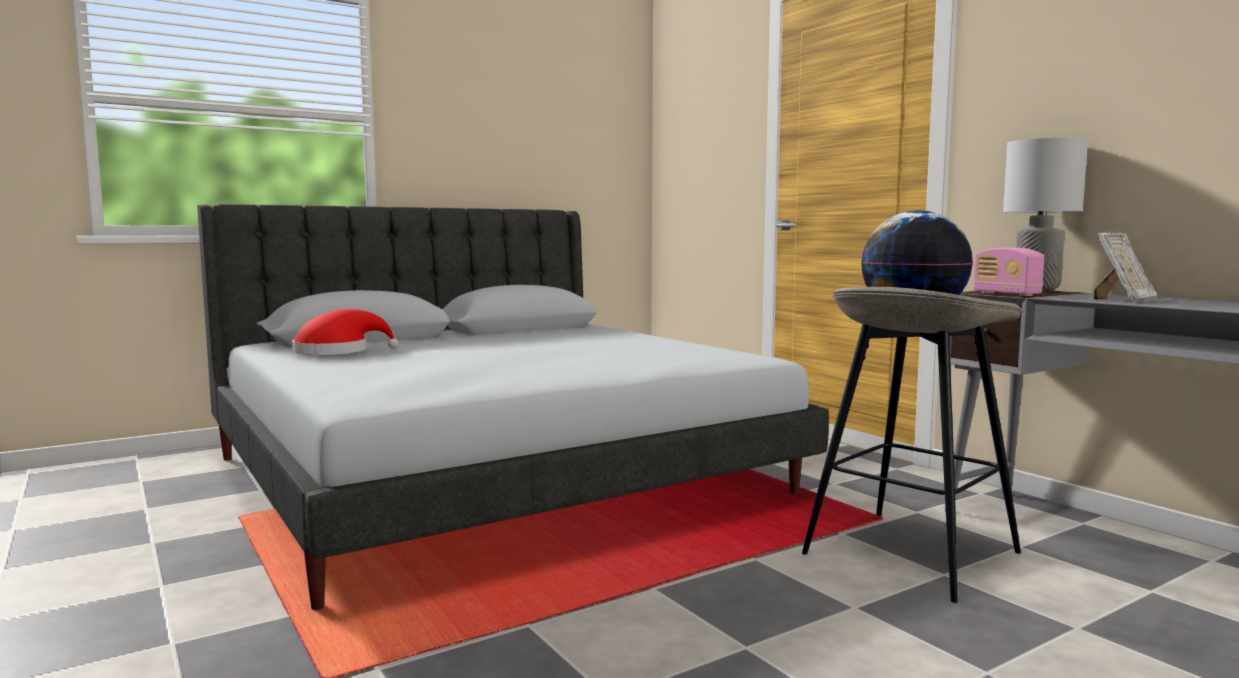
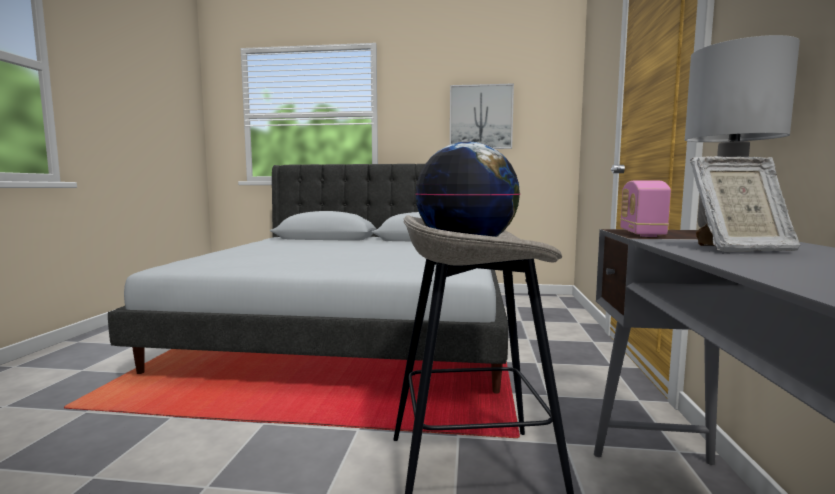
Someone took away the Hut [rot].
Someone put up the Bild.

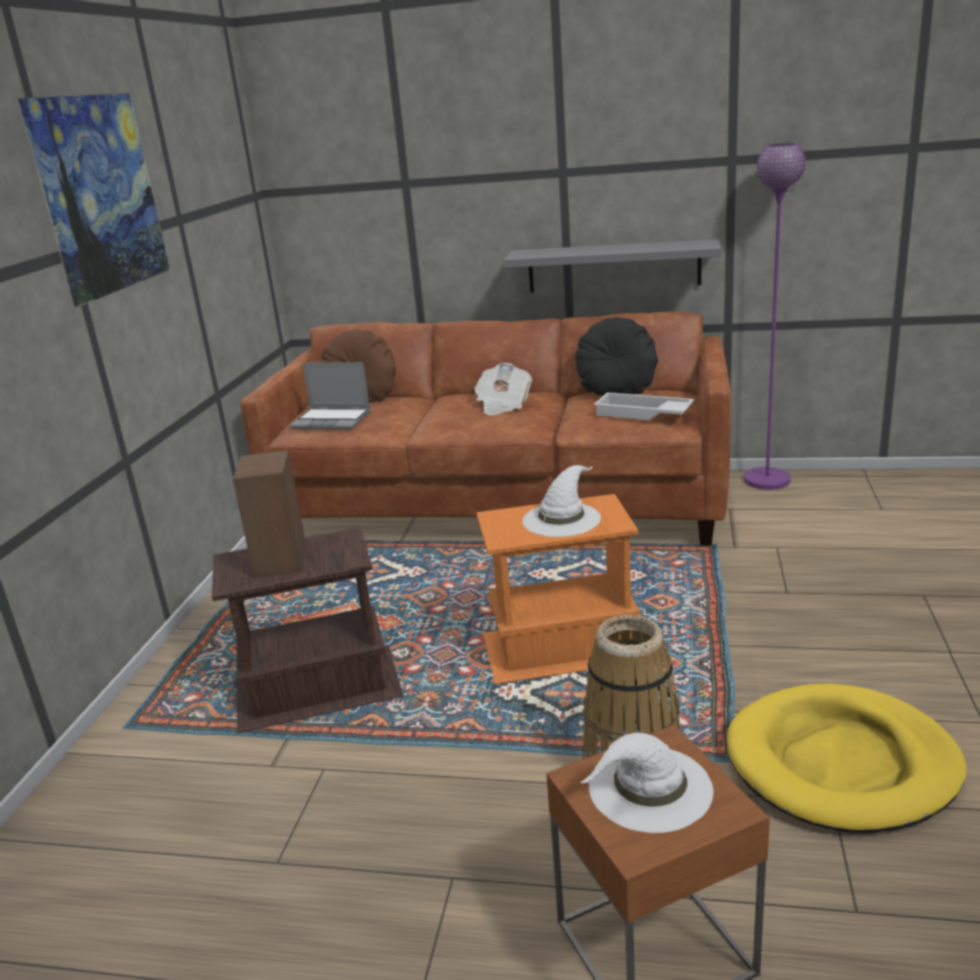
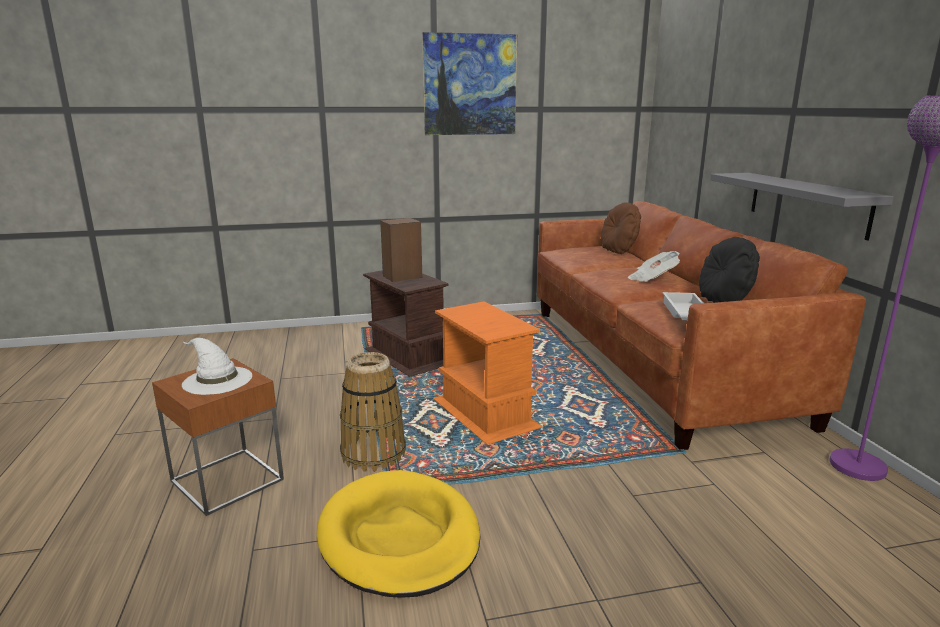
Someone took away the Laptop.
Someone took away the Hut [weiß] (no. 1 from left).

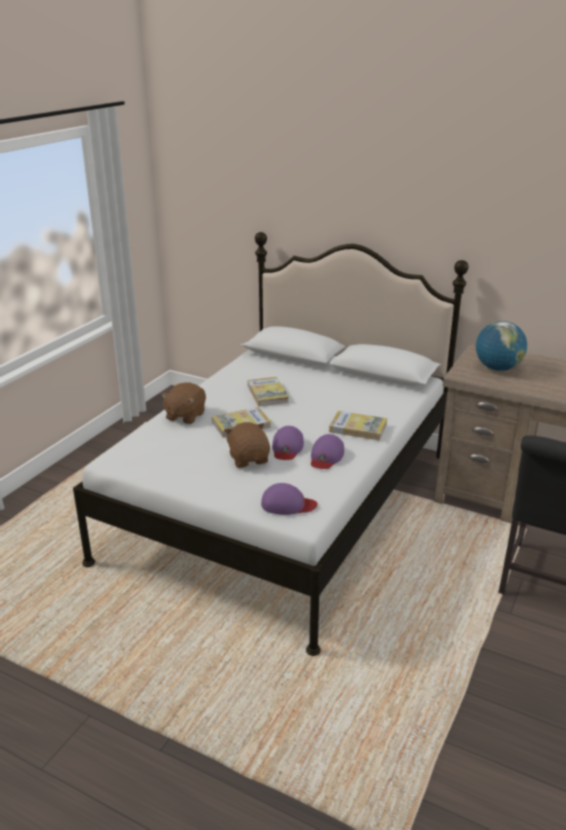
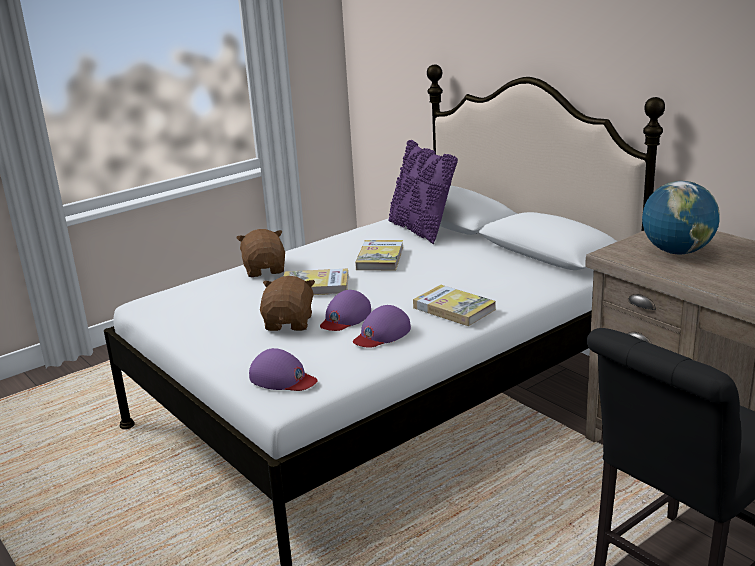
Someone rotated the Plüschtier [braun] (no. 1 from left) by 120 degrees clockwise.
Someone put down the Kissen [lila].

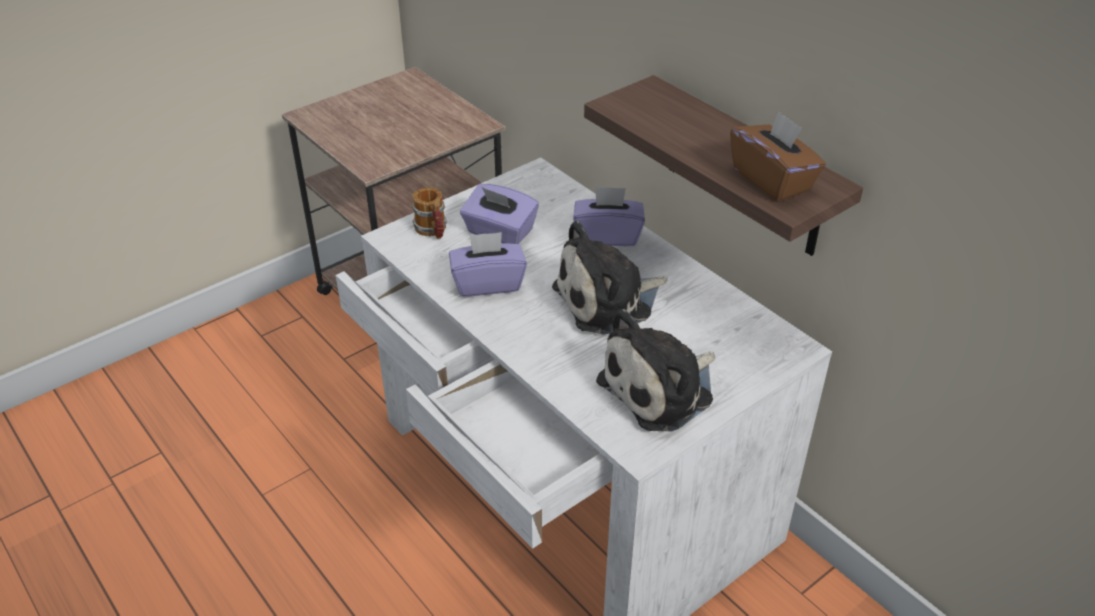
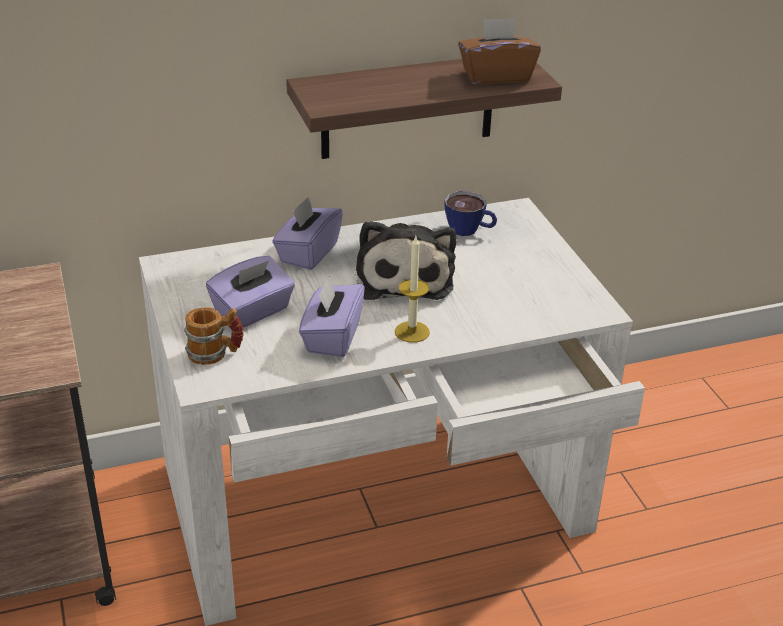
Someone took away the Plüschtier (no. 2 from left).
Someone put down the Tasse.
Someone put down the Kerze.

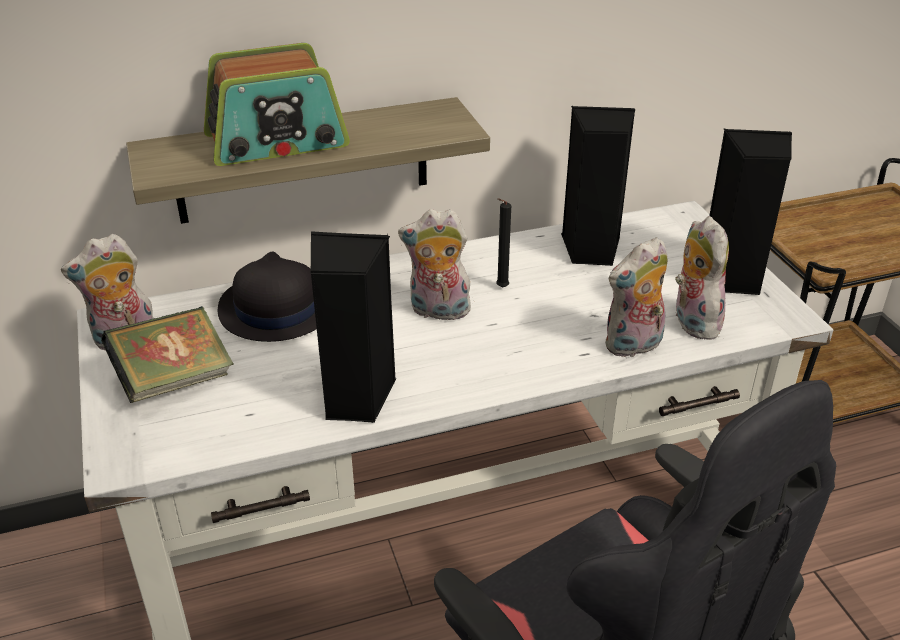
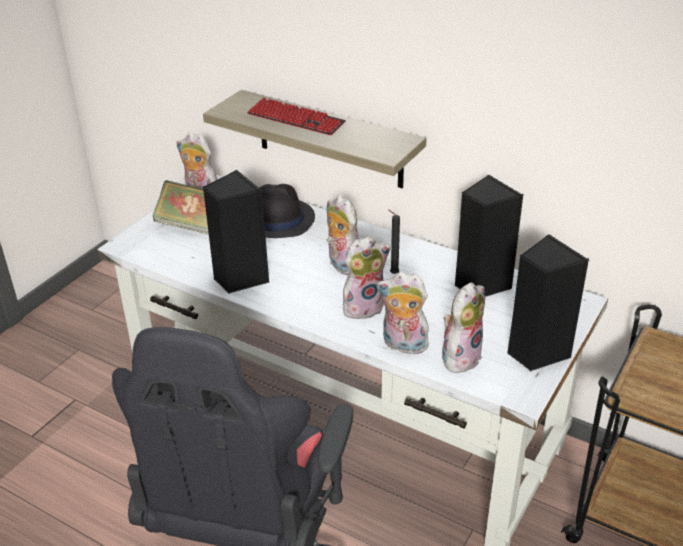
Someone swapped the Radio for the Tastatur.
Someone put down the Plüschtier (no. 3 from left).

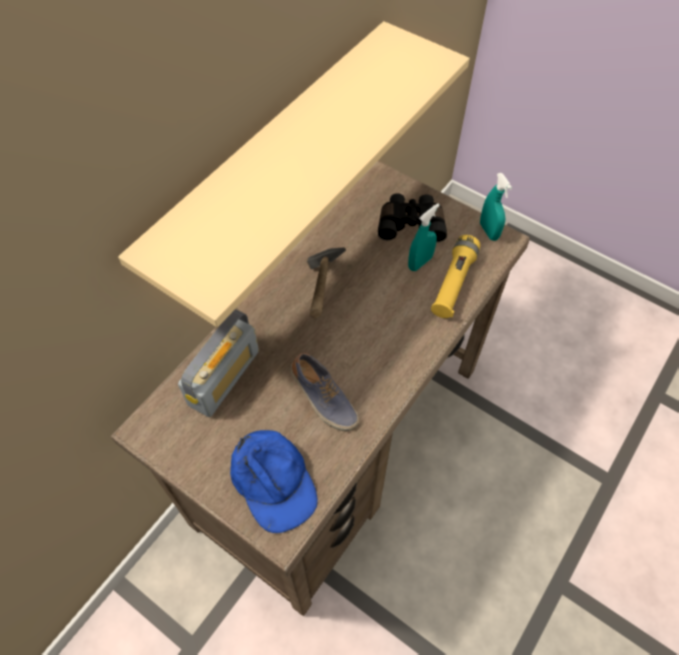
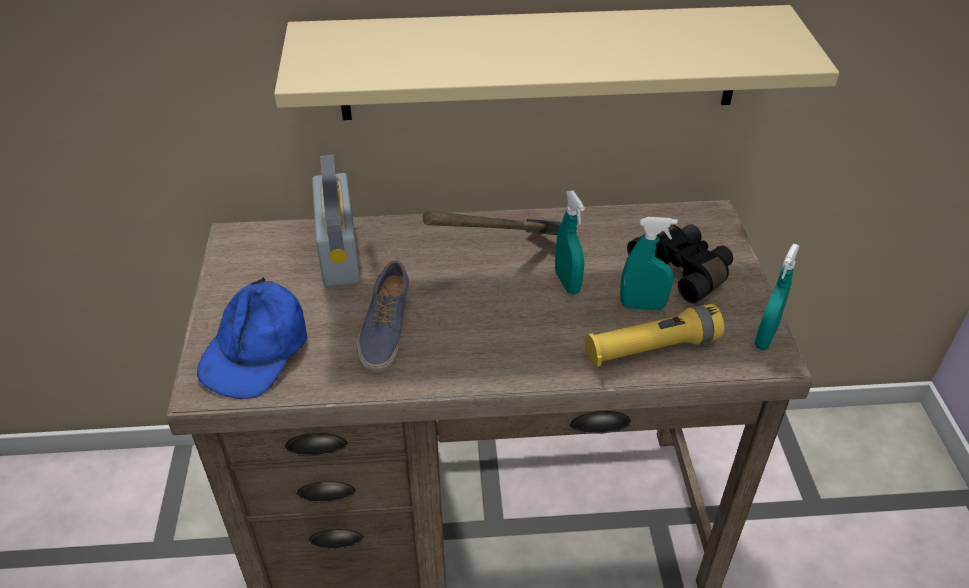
Someone rotated the Radio by 90 degrees counterclockwise.
Someone put down the Sprühflasche [türkis] (no. 1 from left).

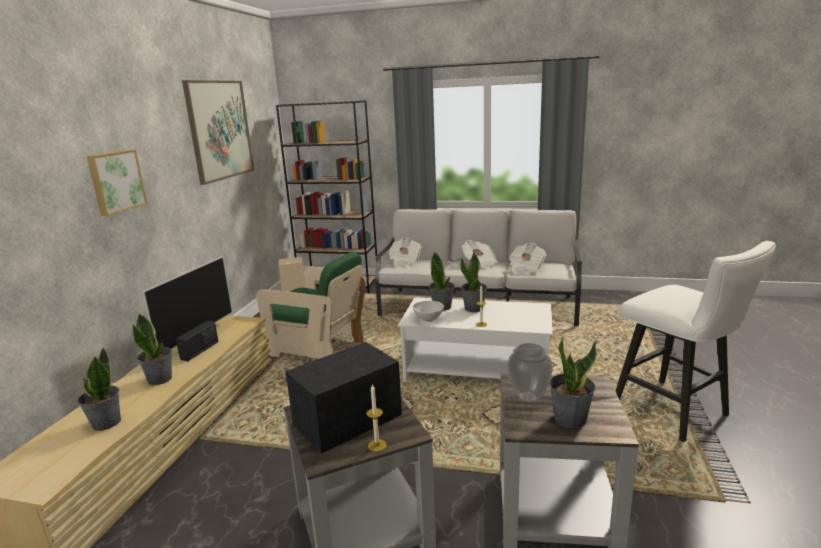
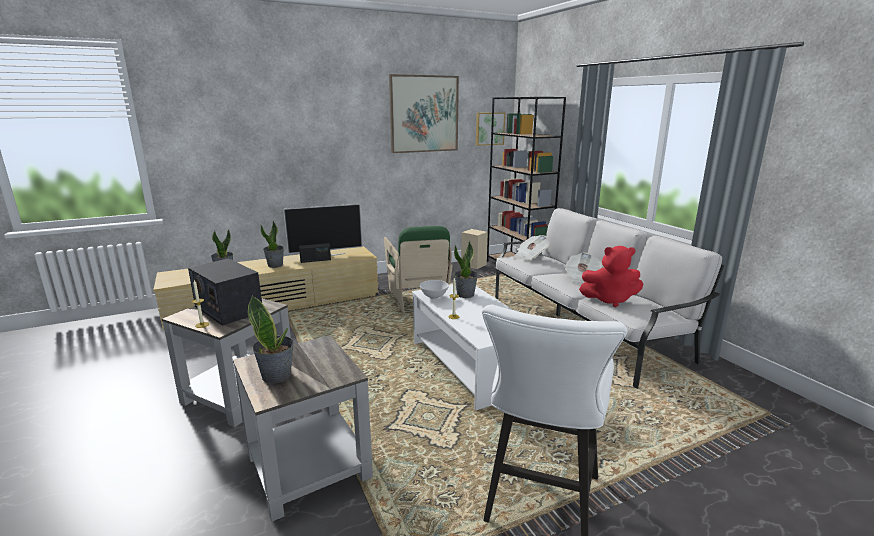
Someone carried the Bild (no. 1 from left in the first image).
Someone swapped the Zeitung (no. 3 from left) for the Plüschtier [rot].
Someone took away the Topfpflanze (no. 4 from left).
Someone rotated the Radio (no. 2 from left in the first image) by 150 degrees counterclockwise.
Someone took away the Vase.

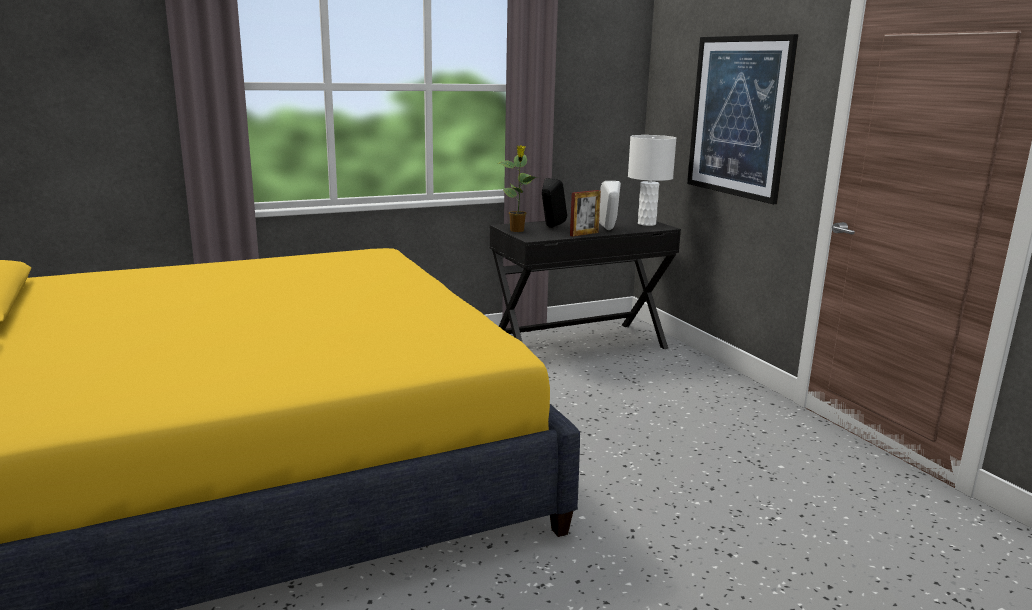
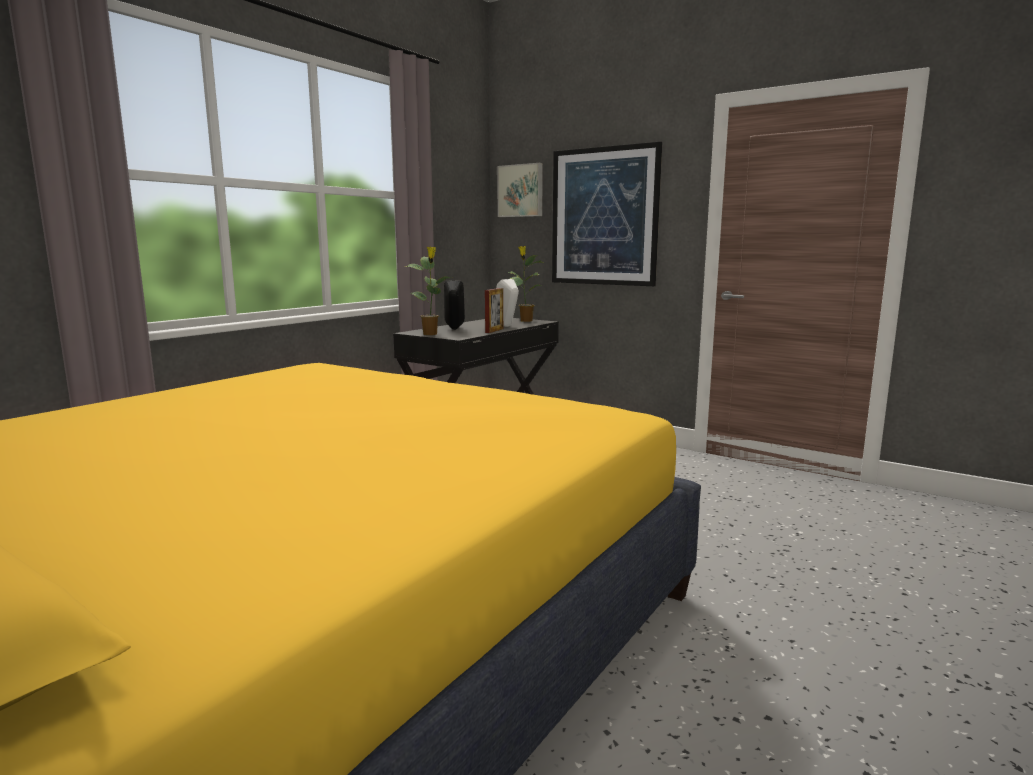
Someone swapped the Tischlampe [weiß] for the Topfpflanze (no. 2 from left).
Someone put up the Bild (no. 1 from left).

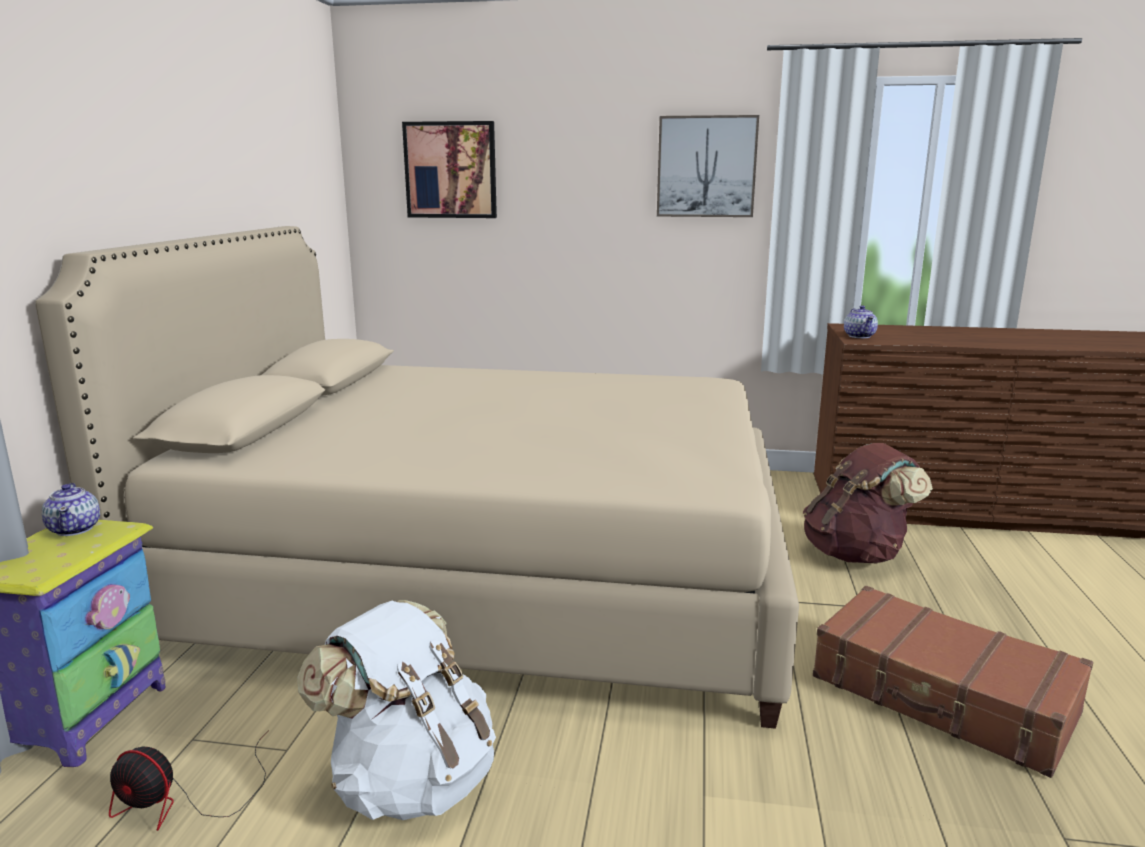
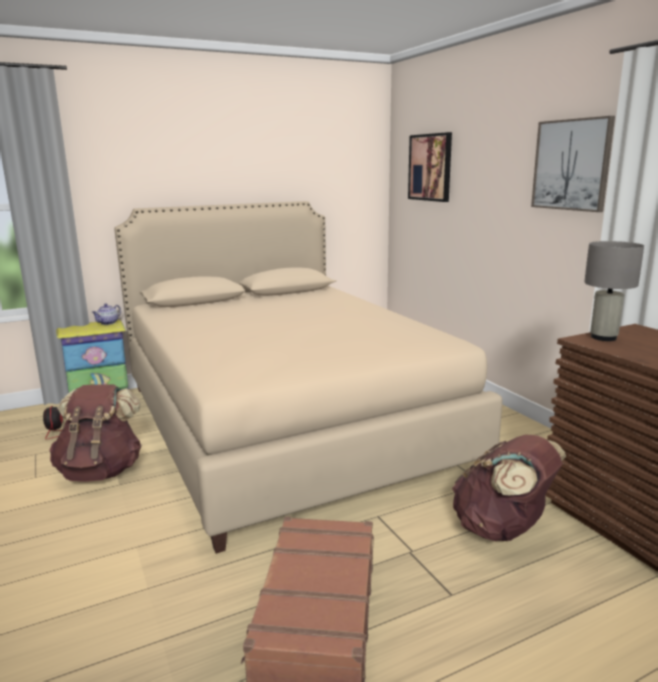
Someone swapped the Teekanne (no. 2 from left) for the Tischlampe [grau].
Someone repainted the Rucksack [weiß], which became the Rucksack [braun] (no. 1 from left).

